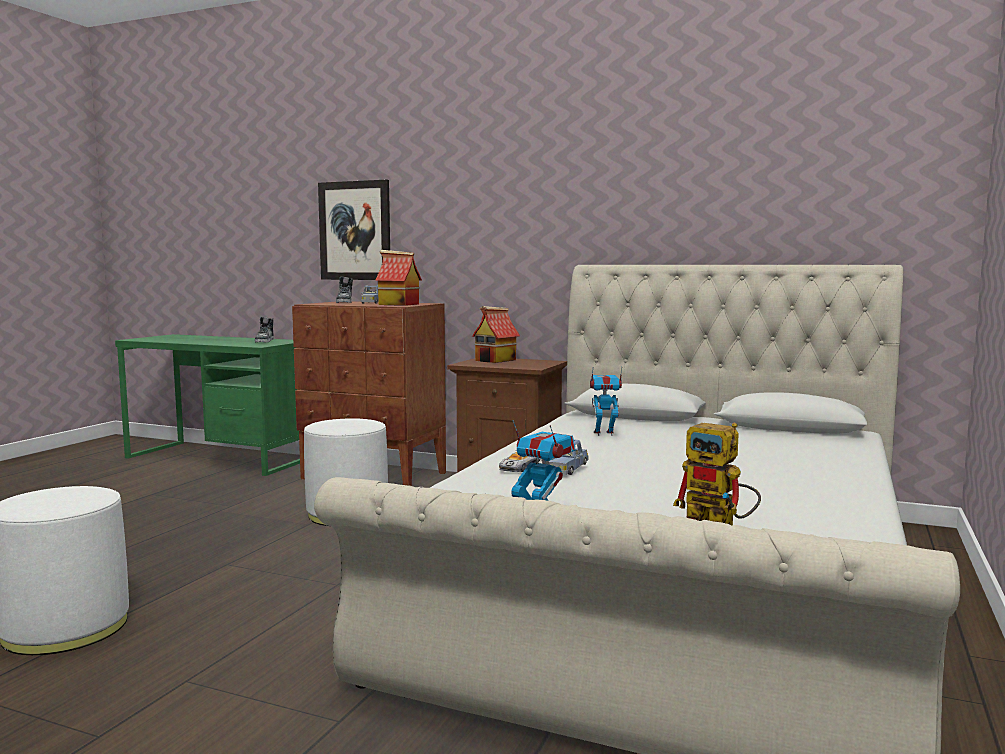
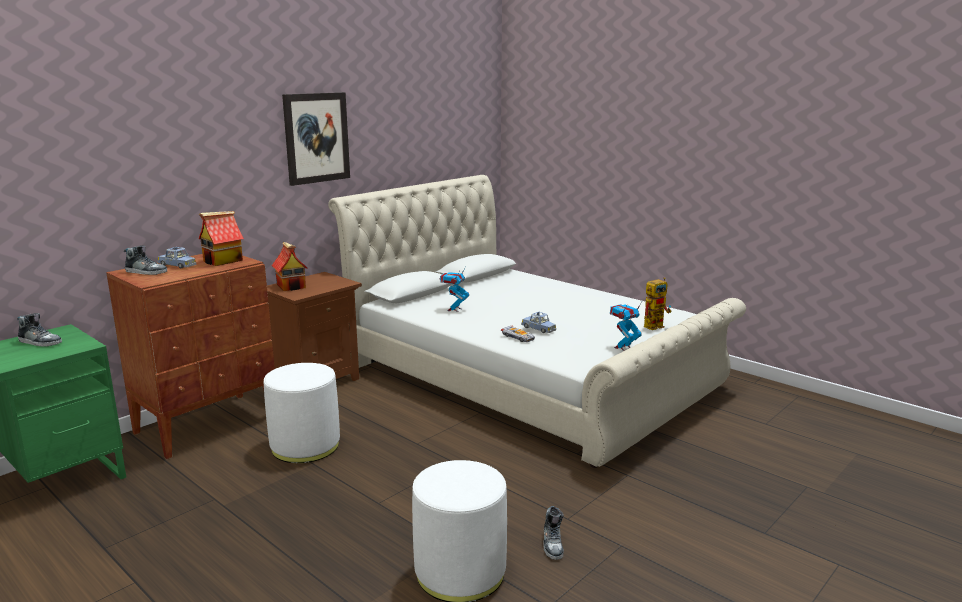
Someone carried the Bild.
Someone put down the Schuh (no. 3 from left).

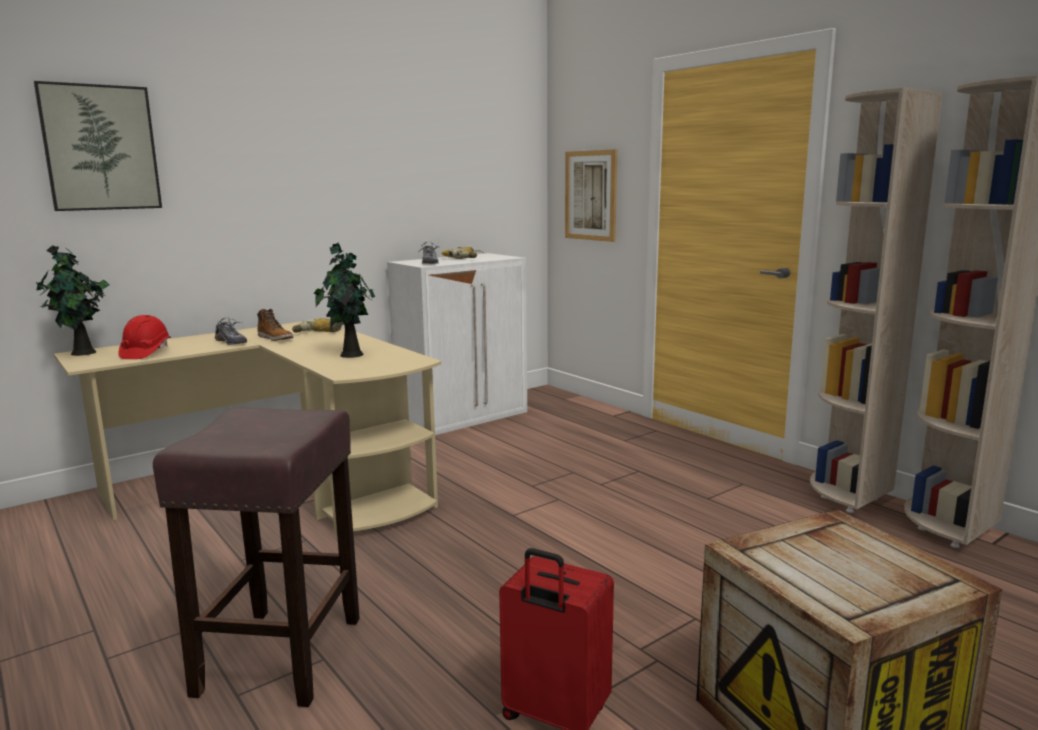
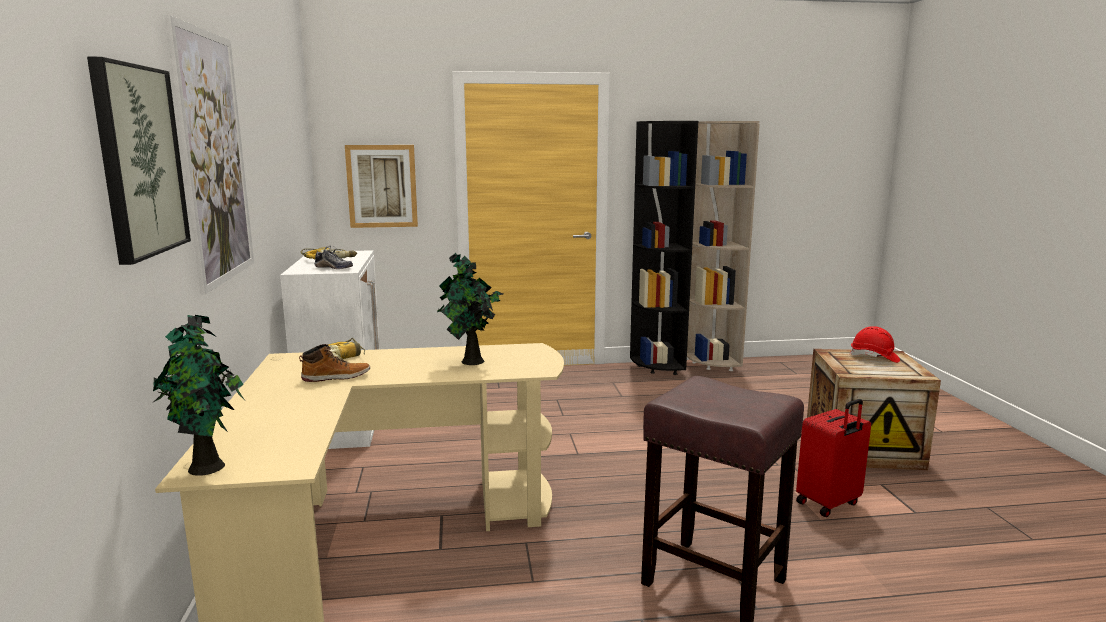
Someone repainted the Bücherregal [beige] (no. 1 from left), which became the Bücherregal [schwarz].
Someone carried the Schutzhelm [rot].
Someone took away the Schuh (no. 1 from left).
Someone put up the Bild (no. 2 from left).

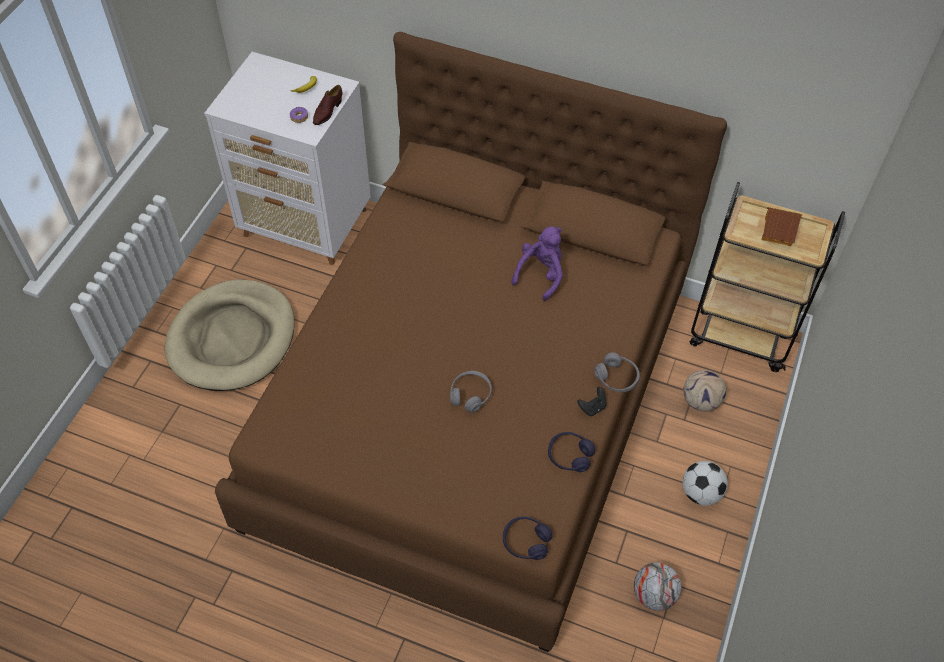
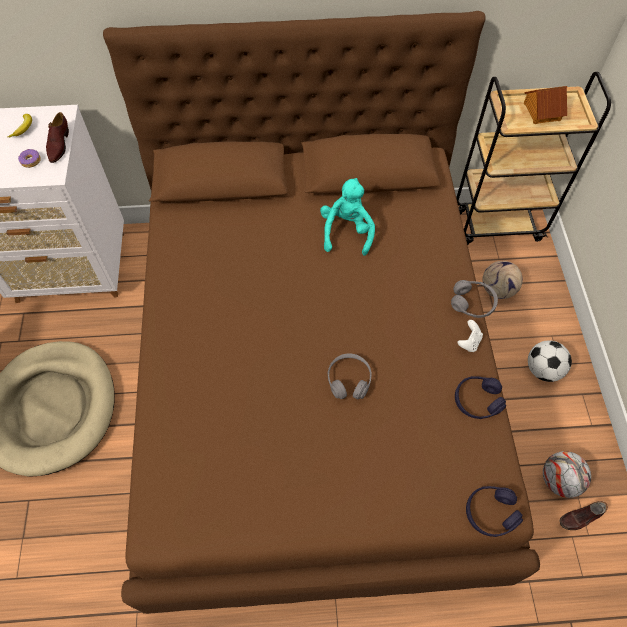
Someone repainted the Plüschtier [lila], which became the Plüschtier [türkis].
Someone repainted the Gamepad [schwarz], which became the Gamepad [weiß].
Someone put down the Schuh [braun] (no. 2 from left).

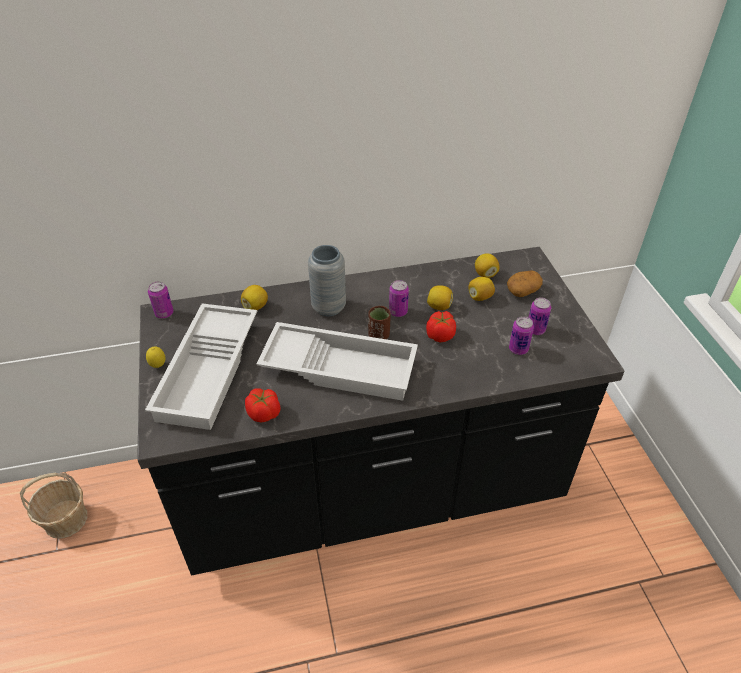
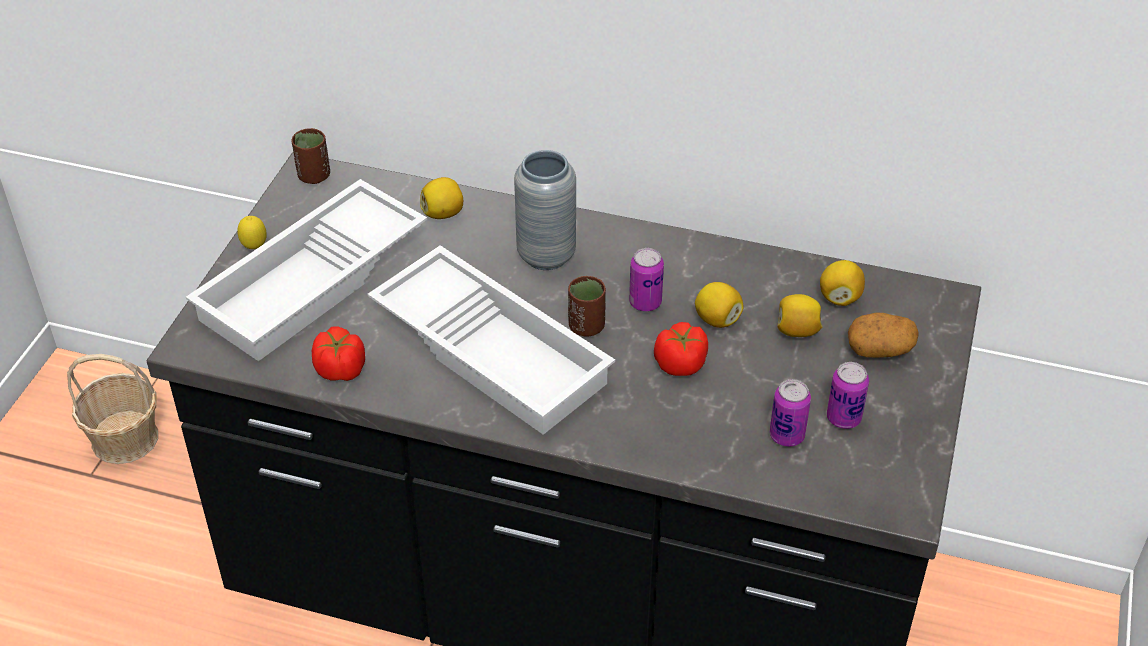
Someone swapped the Dose (no. 1 from left) for the Tasse [braun] (no. 1 from left).

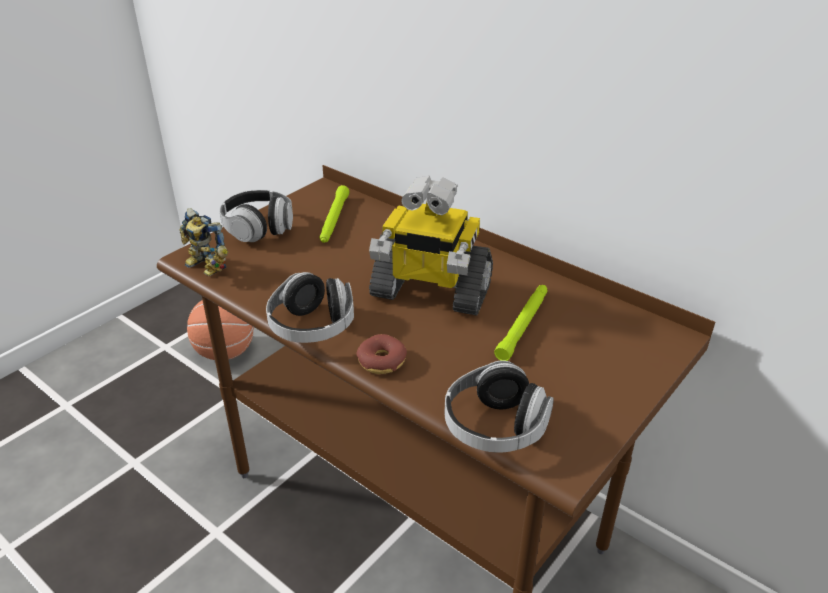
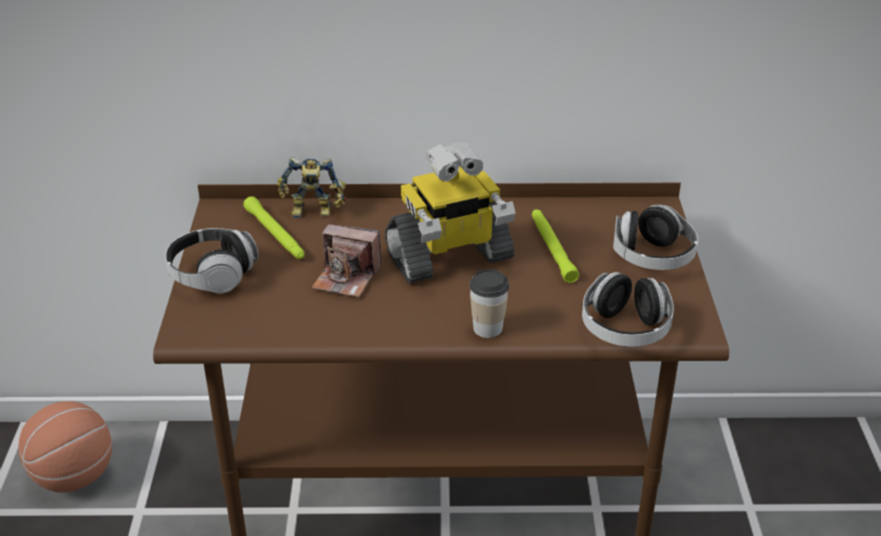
Someone carried the Spielzeugroboter (no. 1 from left).
Someone carried the Kopfhörer (no. 2 from left in the first image).
Someone swapped the Donut for the Tasse.
Someone put down the Kamera.

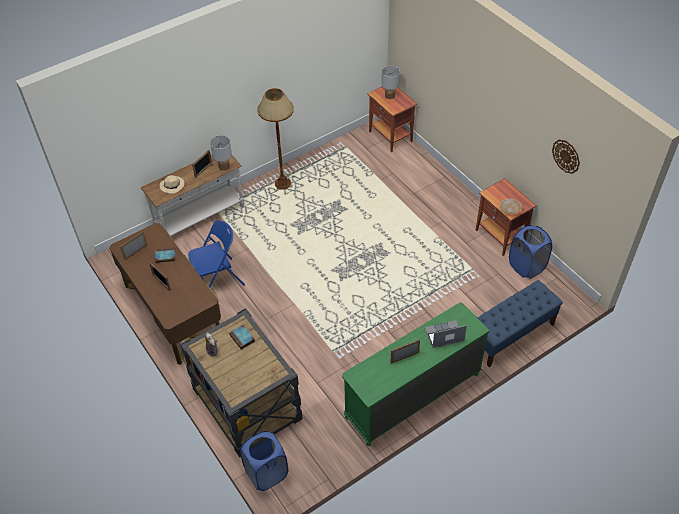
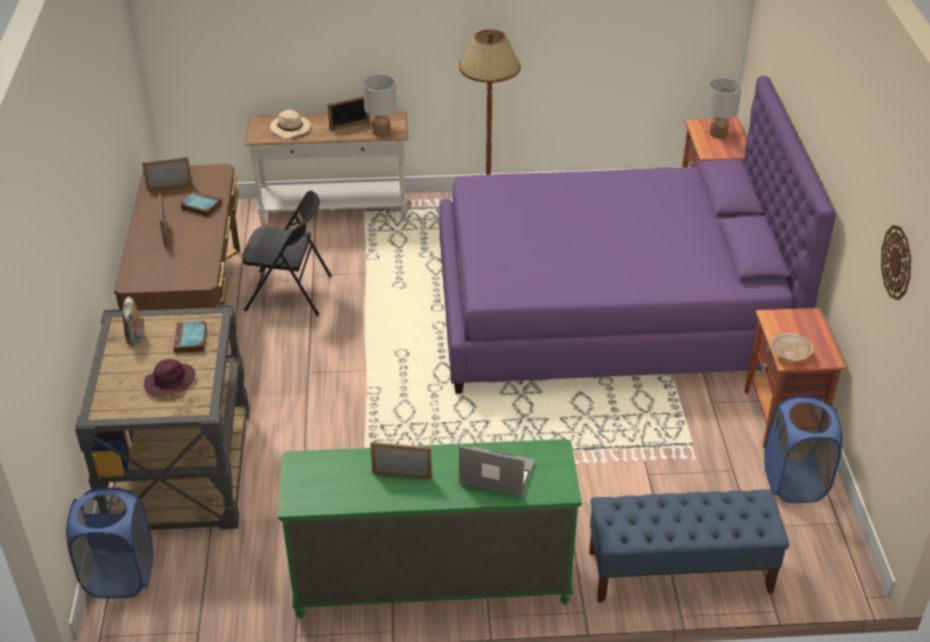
Someone repainted the Stuhl [blau], which became the Stuhl [schwarz].
Someone put down the Bett [lila].
Someone put down the Hut [lila].

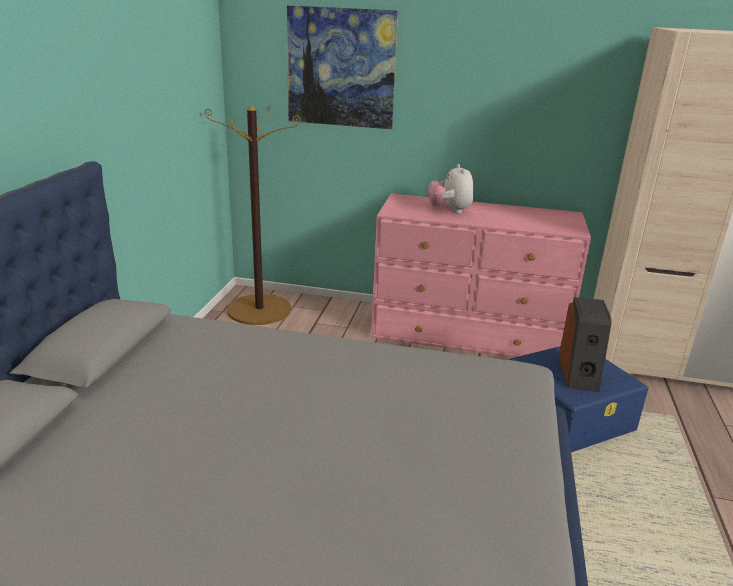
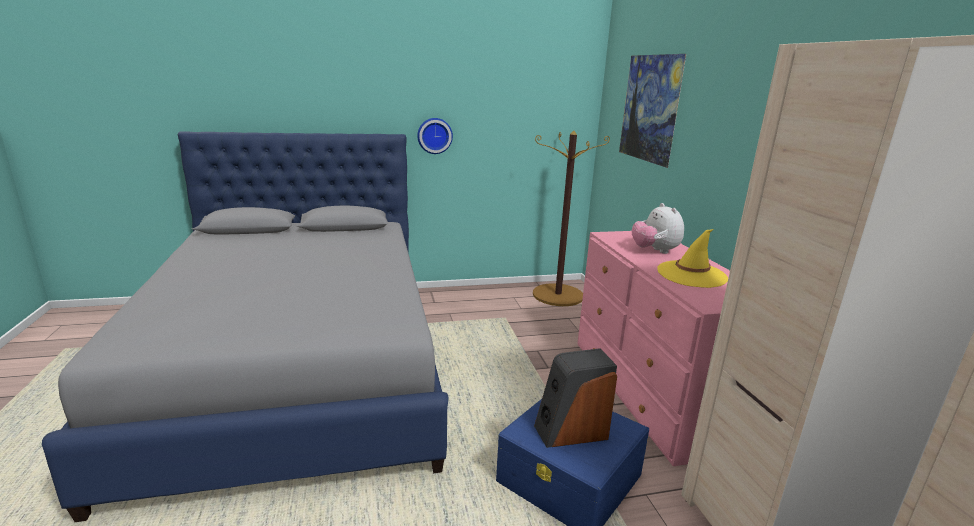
Someone rotated the Plüschtier by 75 degrees counterclockwise.
Someone put up the Wanduhr.
Someone put down the Hut [gelb].

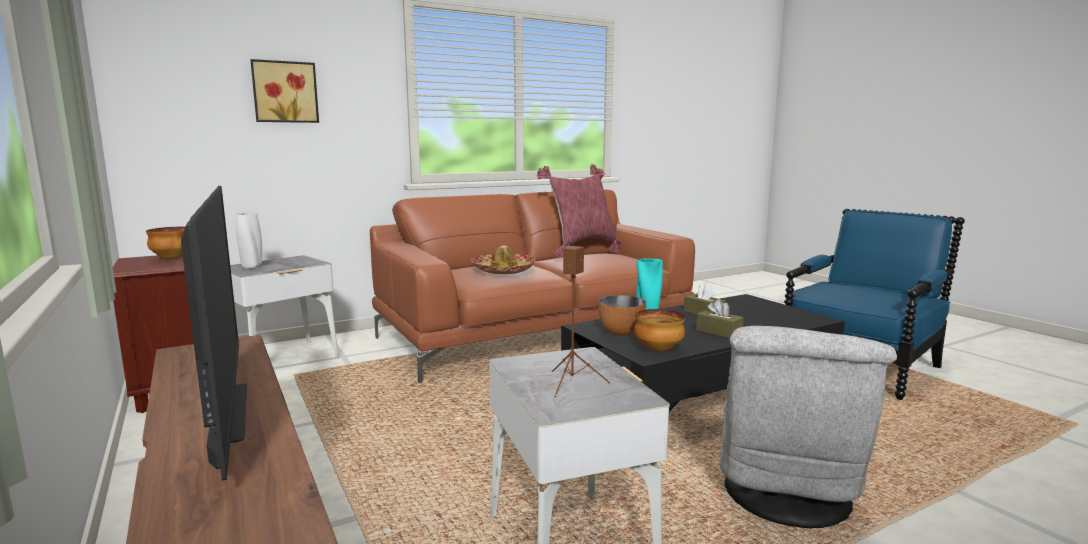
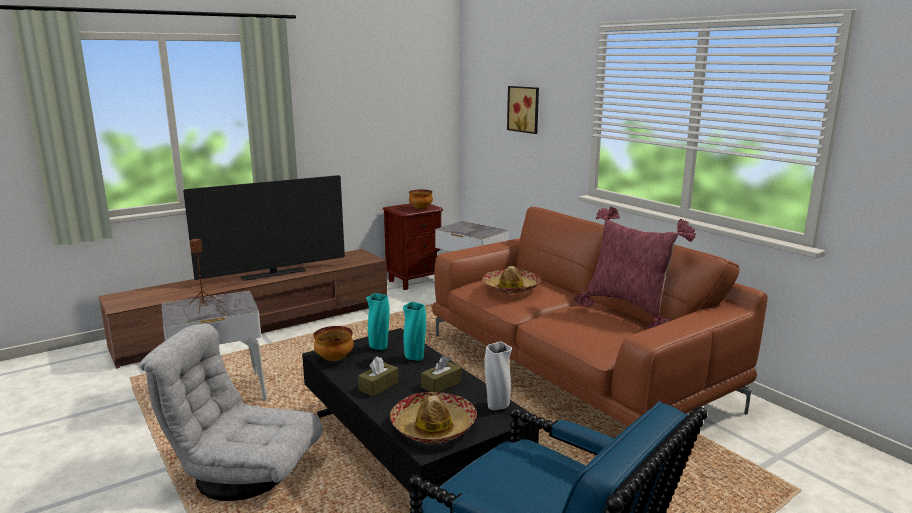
Someone carried the Vase [weiß].
Someone swapped the Schüssel (no. 2 from left) for the Vase [türkis] (no. 1 from left).
Someone put down the Hut (no. 1 from left).

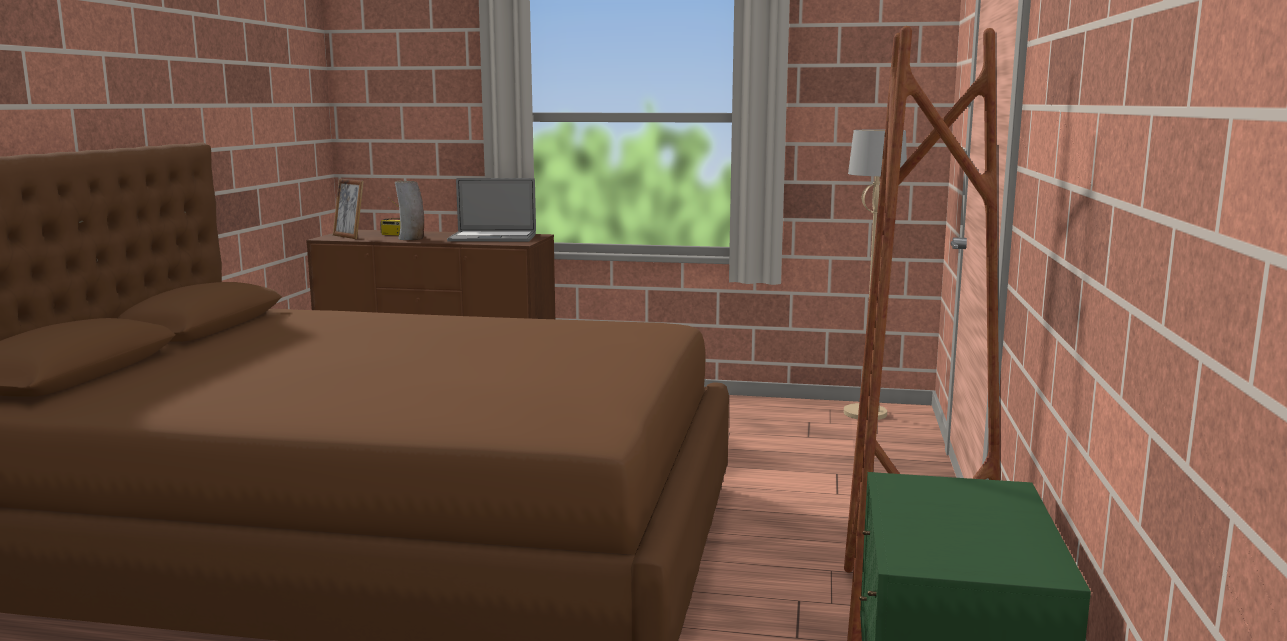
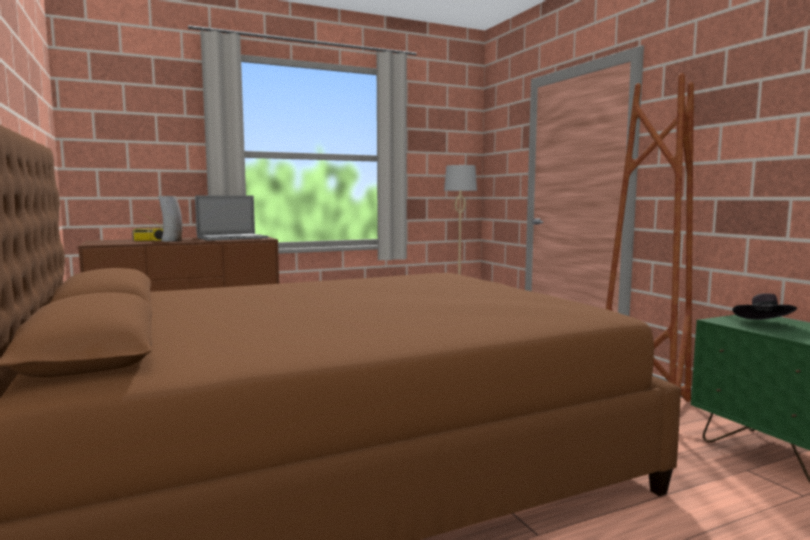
Someone took away the Bilderrahmen.
Someone put down the Hut [schwarz].

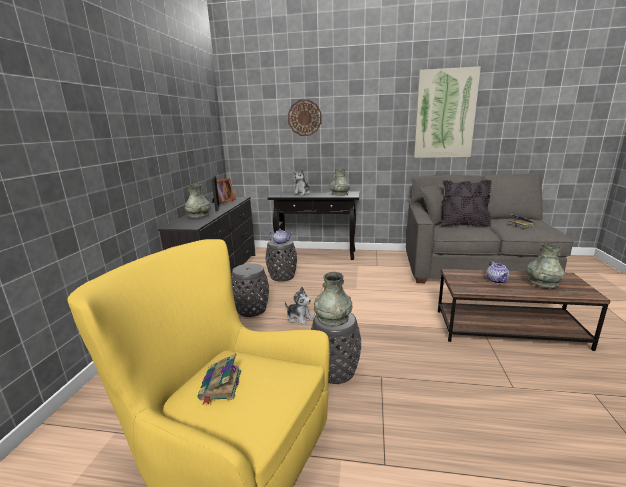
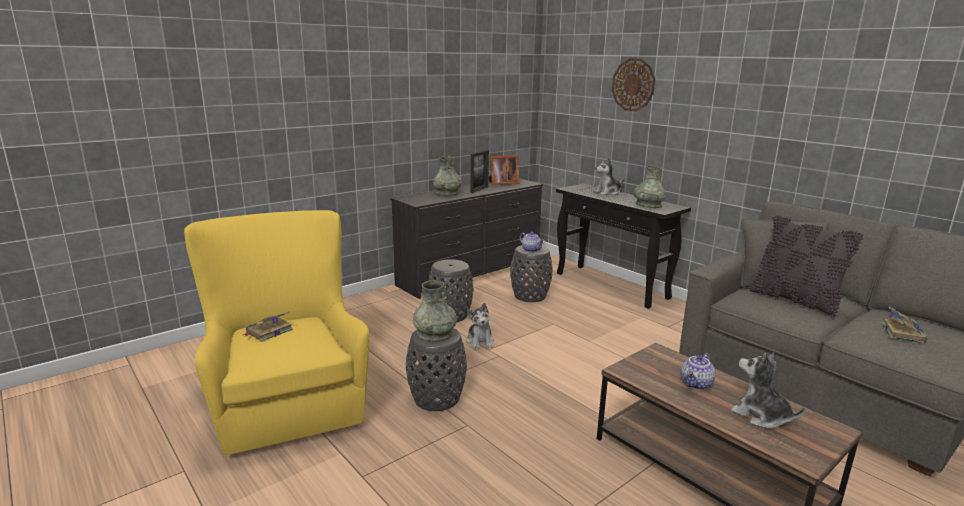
Someone took away the Bild.
Someone swapped the Vase [grau] (no. 4 from left) for the Plüschtier (no. 3 from left).

